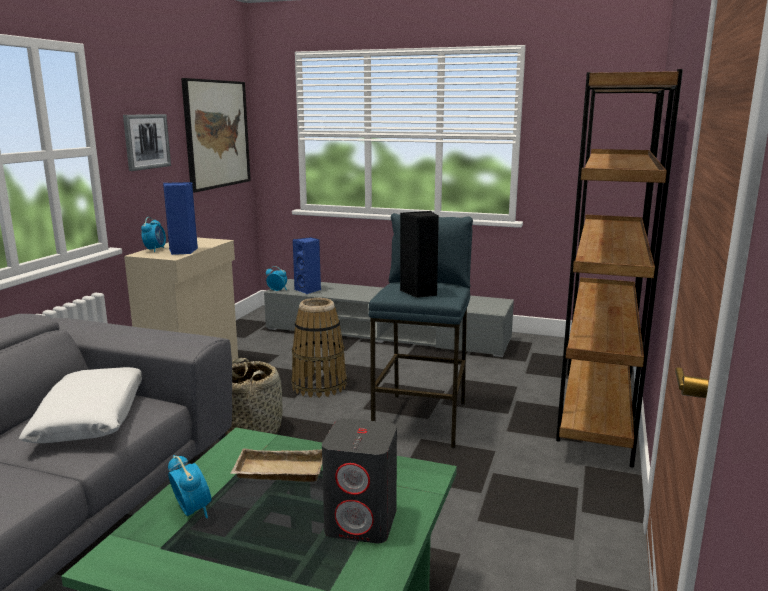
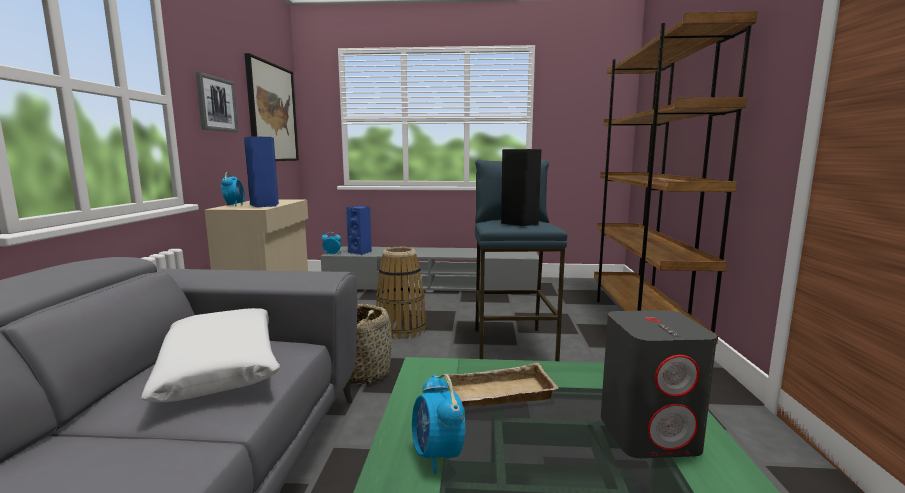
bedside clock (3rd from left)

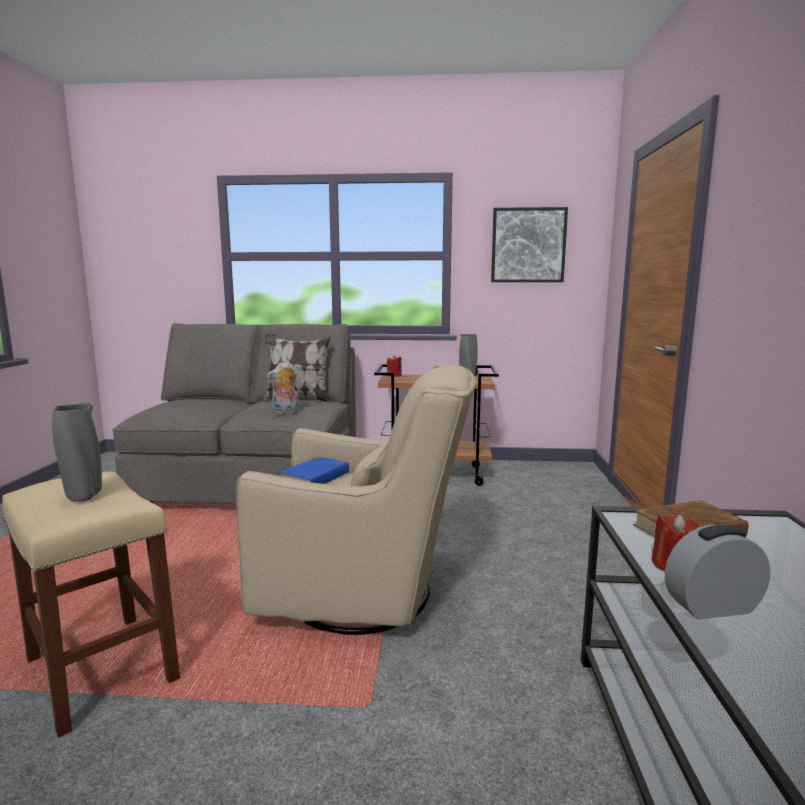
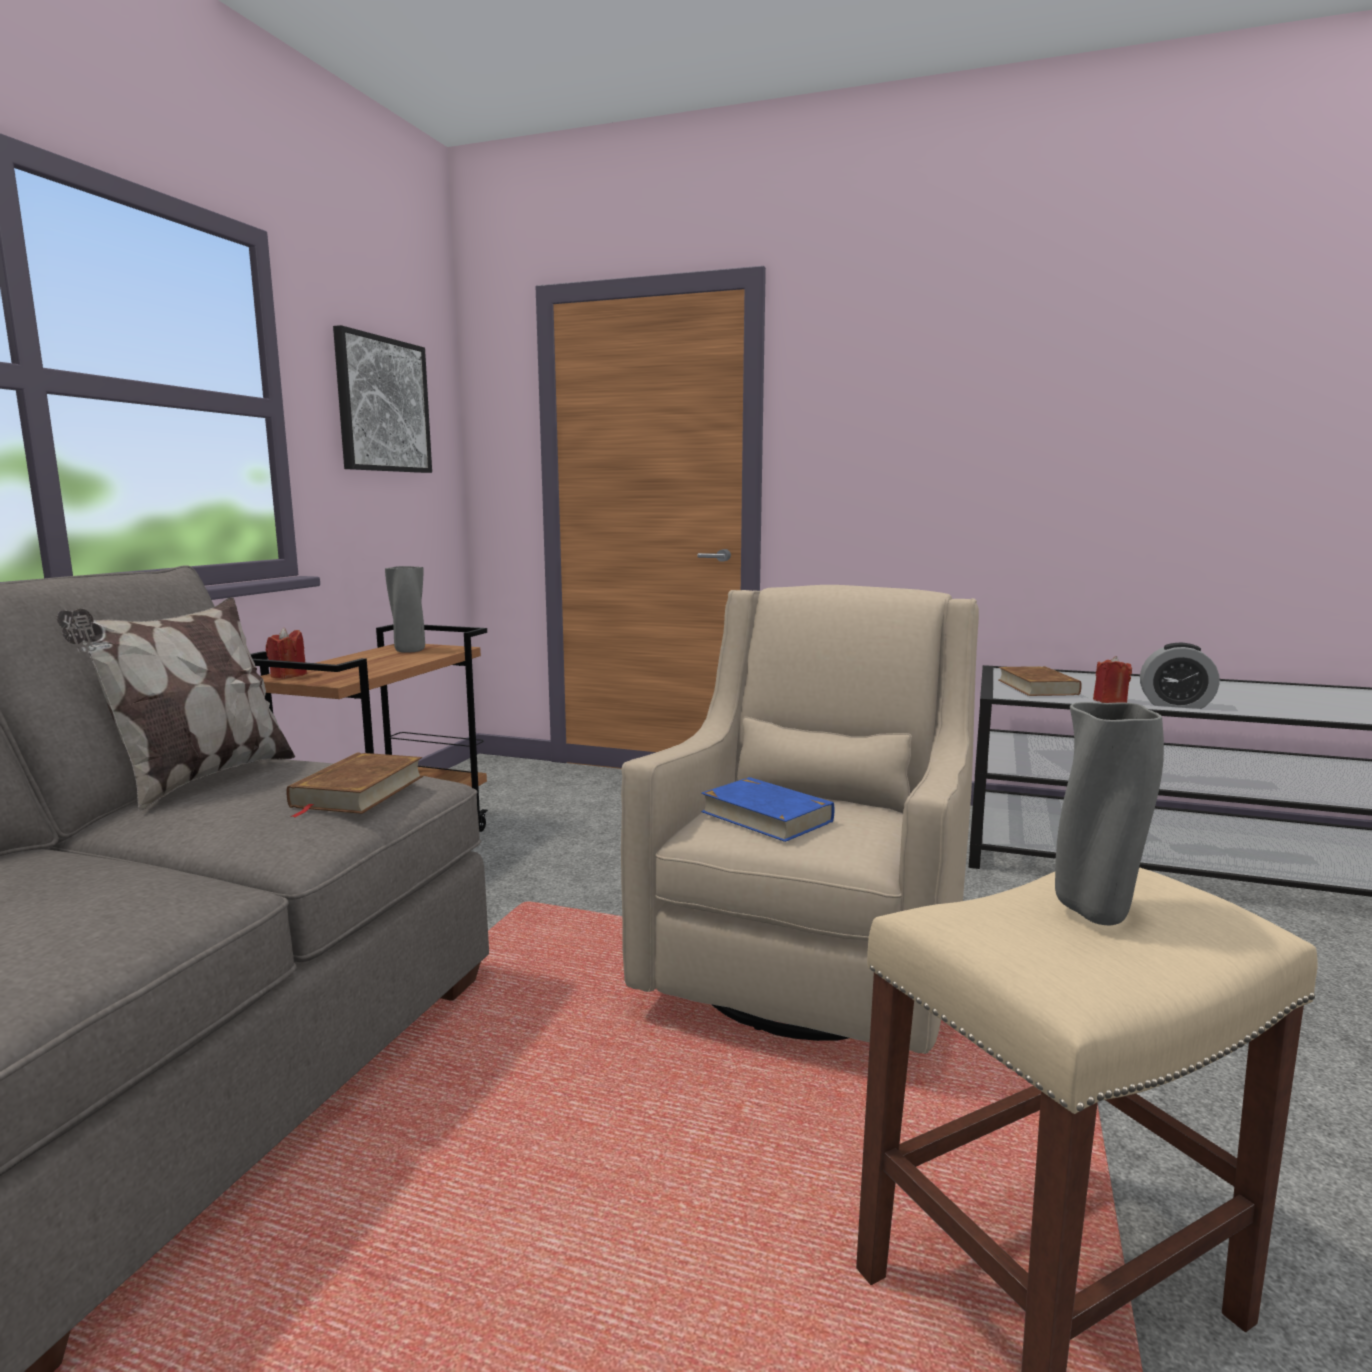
brown volume (1st from left)
bedside clock

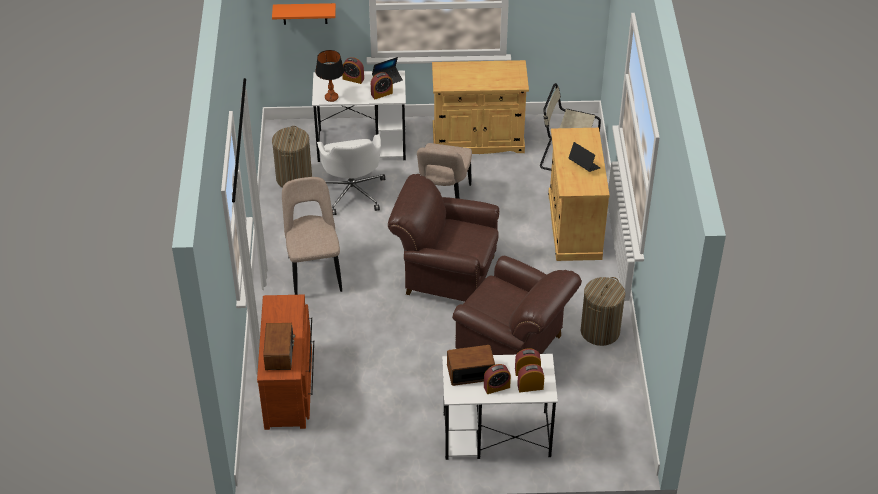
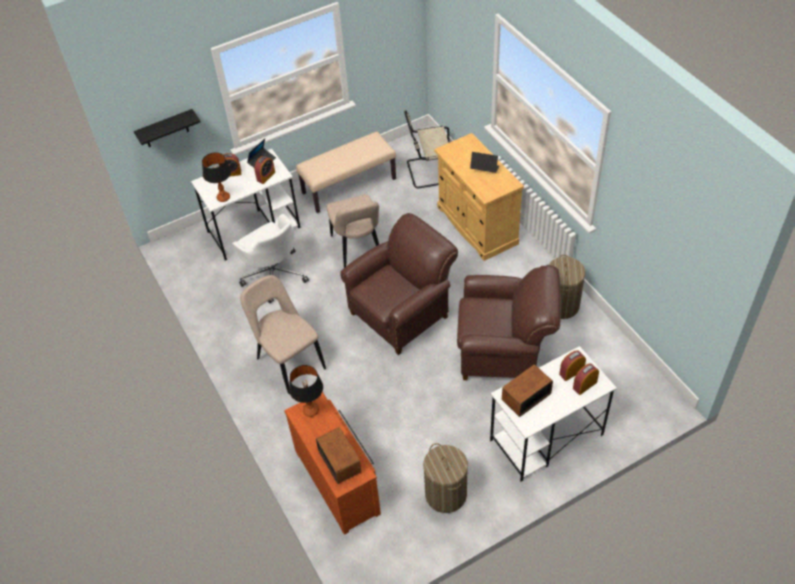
blackish shelf
beige-coloured long seat
hamper (1st from left)
brown armchair (1st from left)
bedside clock (3rd from left in the first image)
lamp for a table (2nd from left)

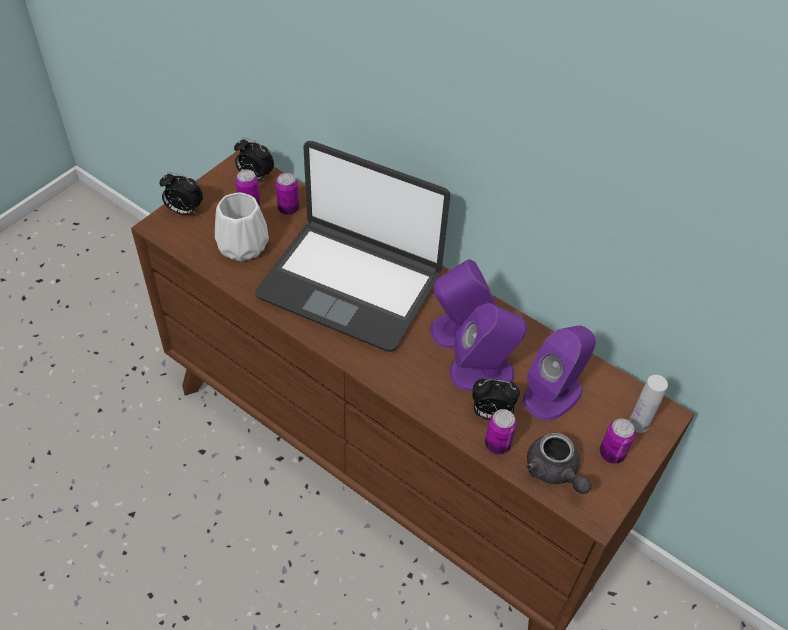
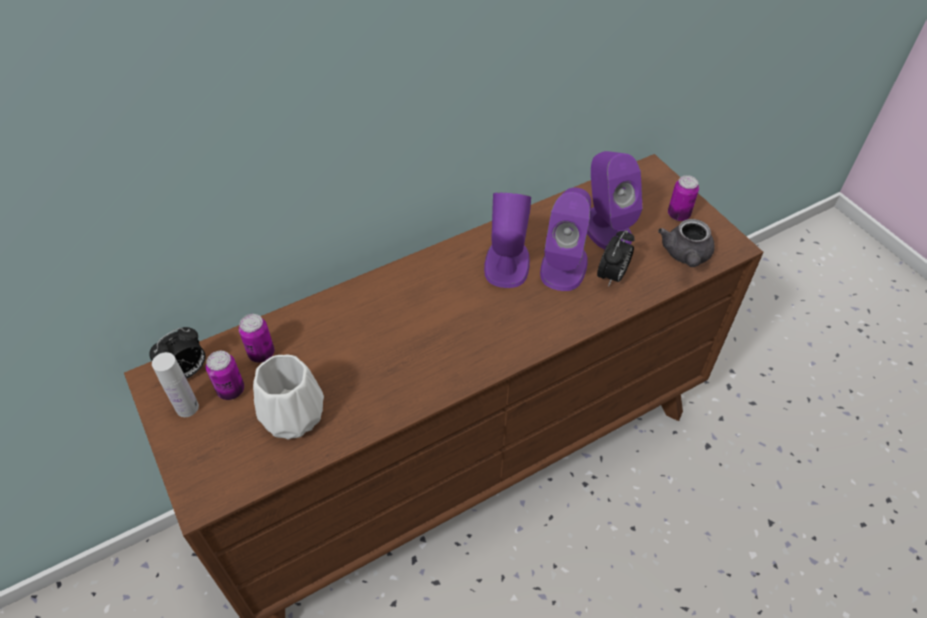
laptop
bedside clock (1st from left in the first image)
white-coloured bottle
sealed can (3rd from left in the first image)
greyish teapot

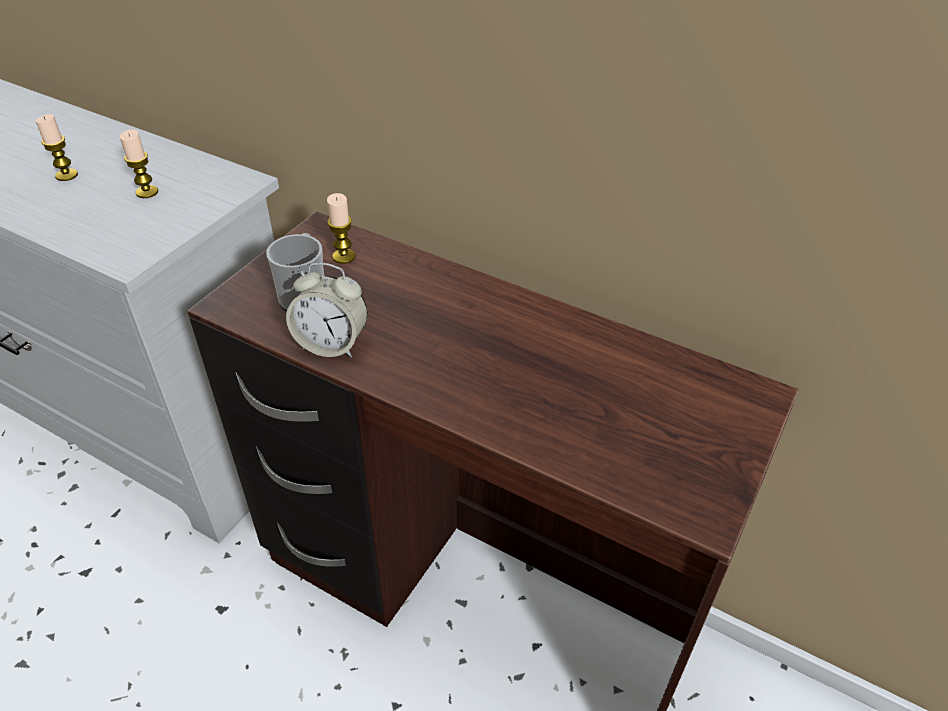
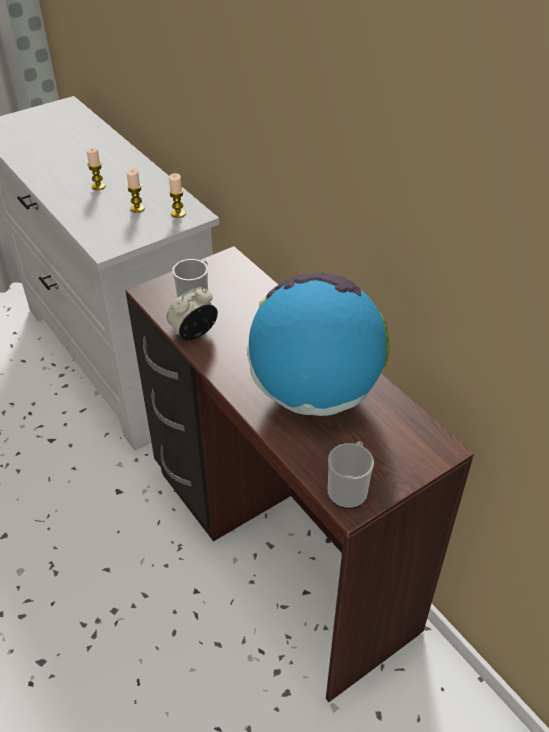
wax light (3rd from left)
bedside clock
desk globe
mug (2nd from left)

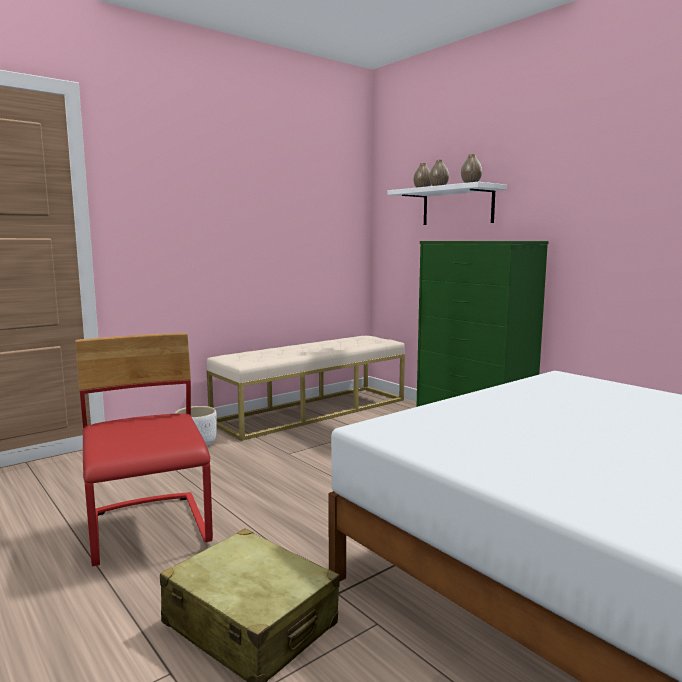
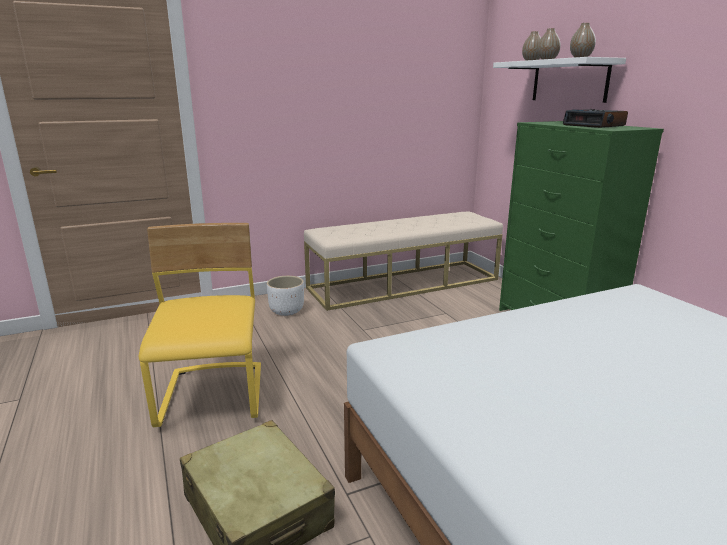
yellowish chair
bedside clock

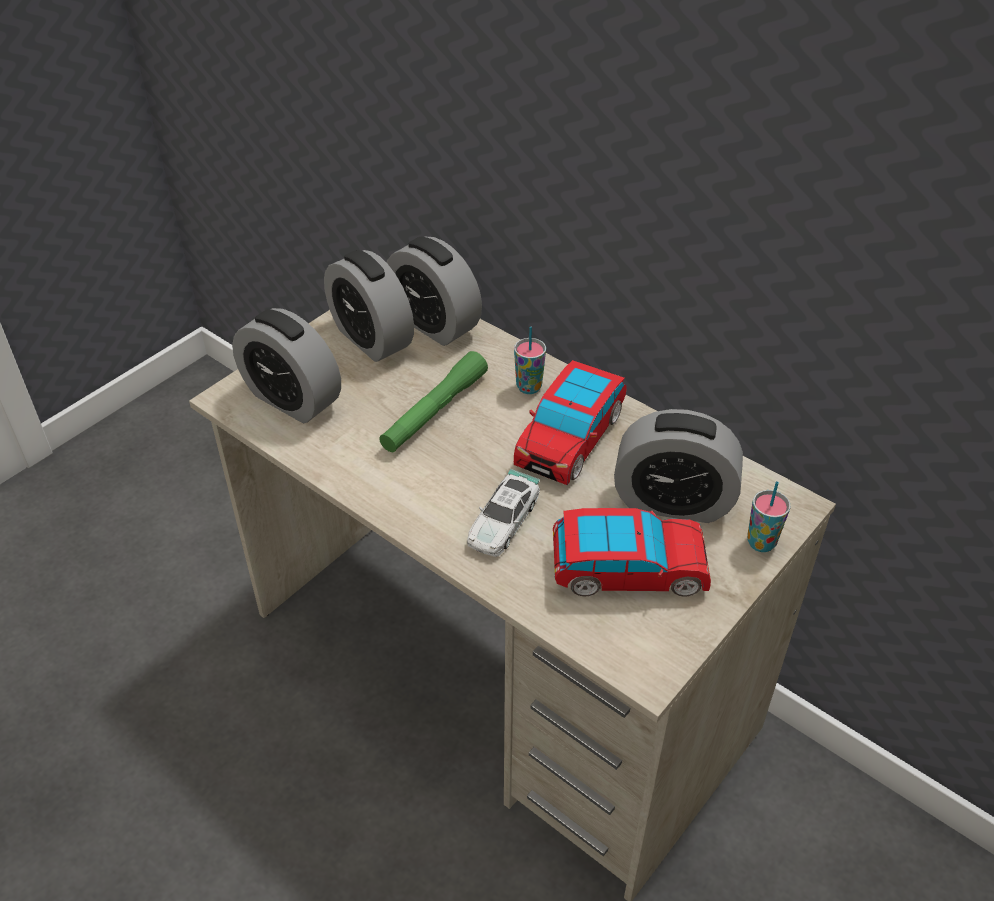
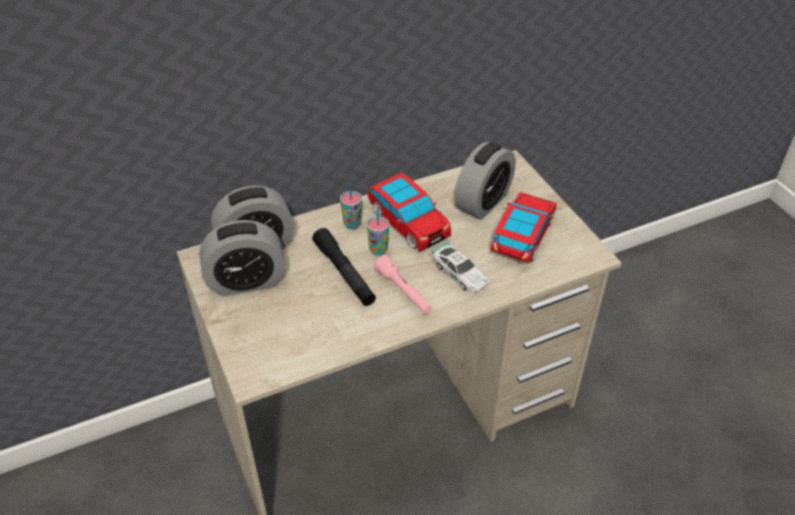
bedside clock (1st from left in the first image)
blackish torch
cup (2nd from left)
pink-coloured torch

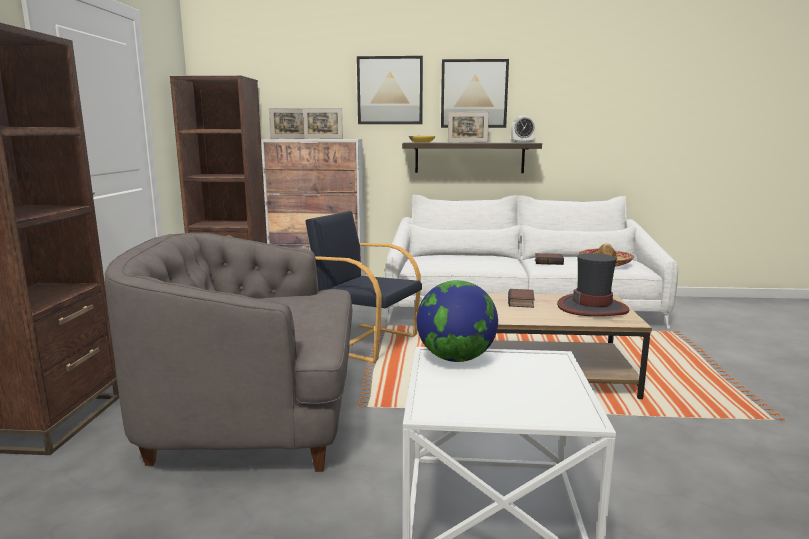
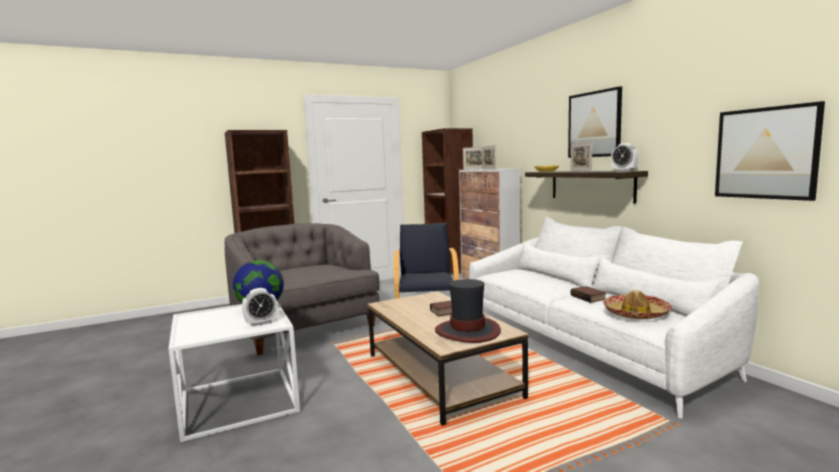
picture (2nd from left)
bedside clock (1st from left)

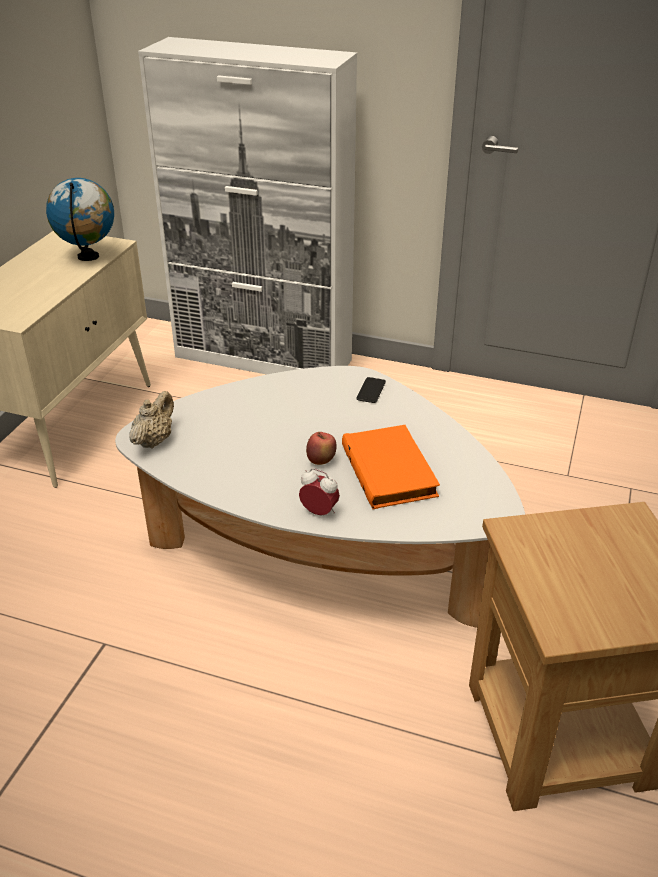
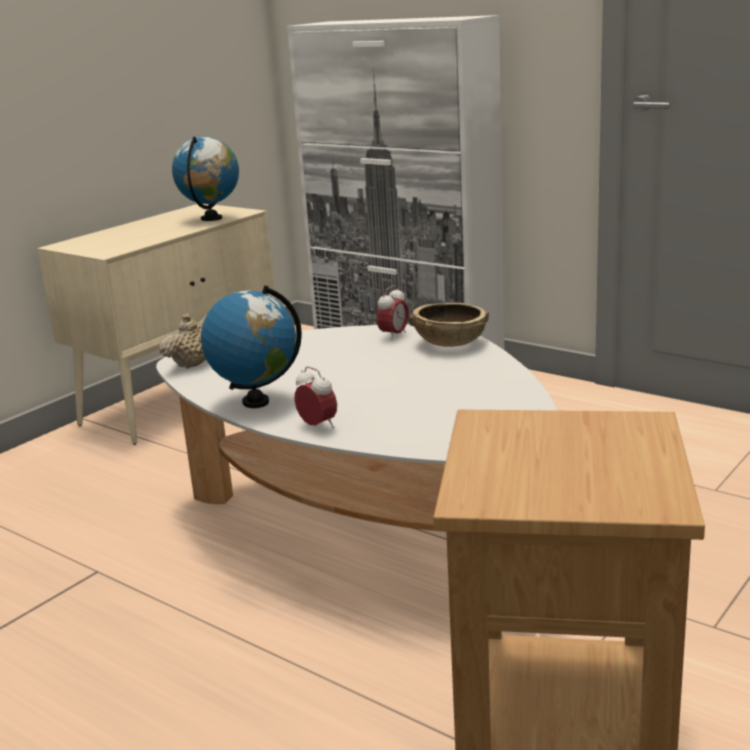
brown deep dish
orange-coloured volume
whole apple
desk globe (2nd from left)
bedside clock (2nd from left)

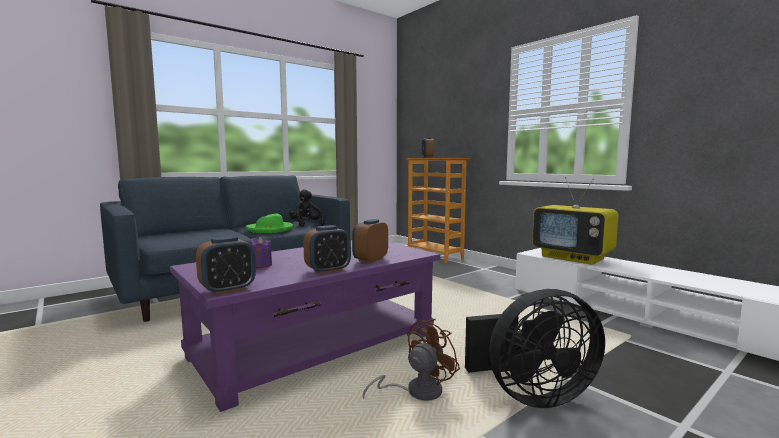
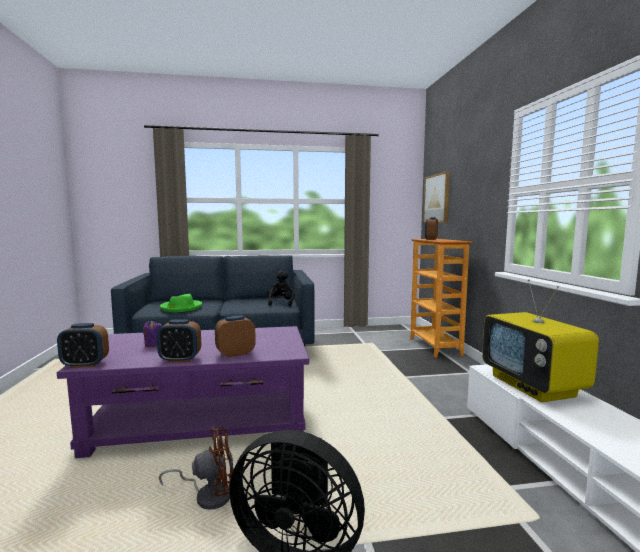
greenish wearable hat
picture

